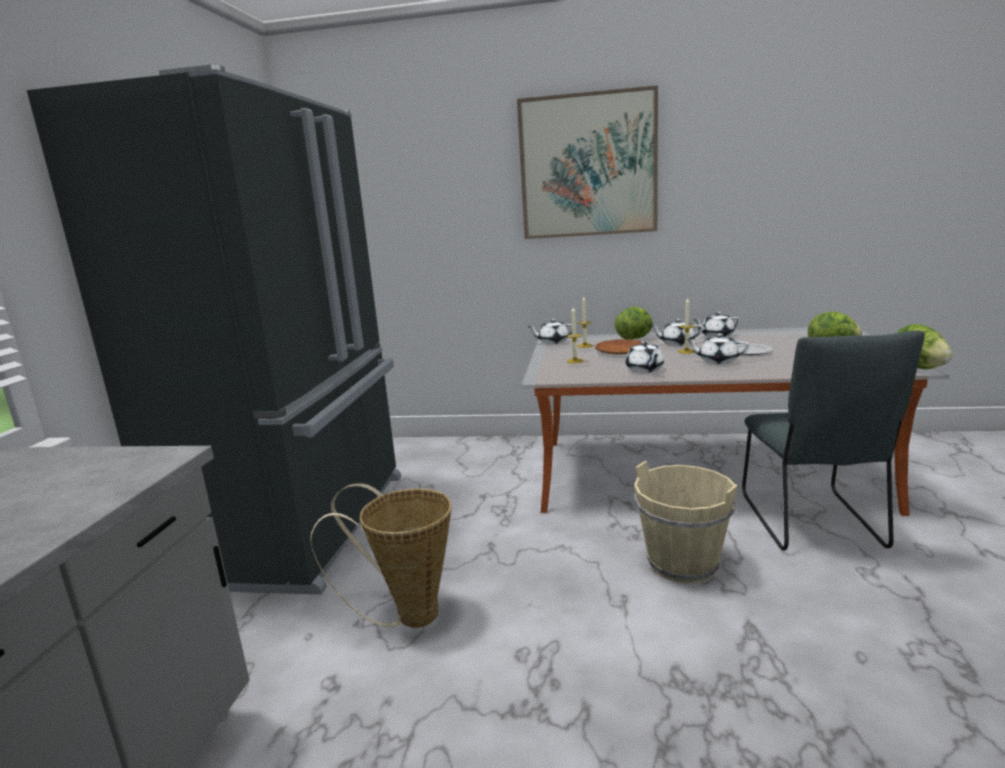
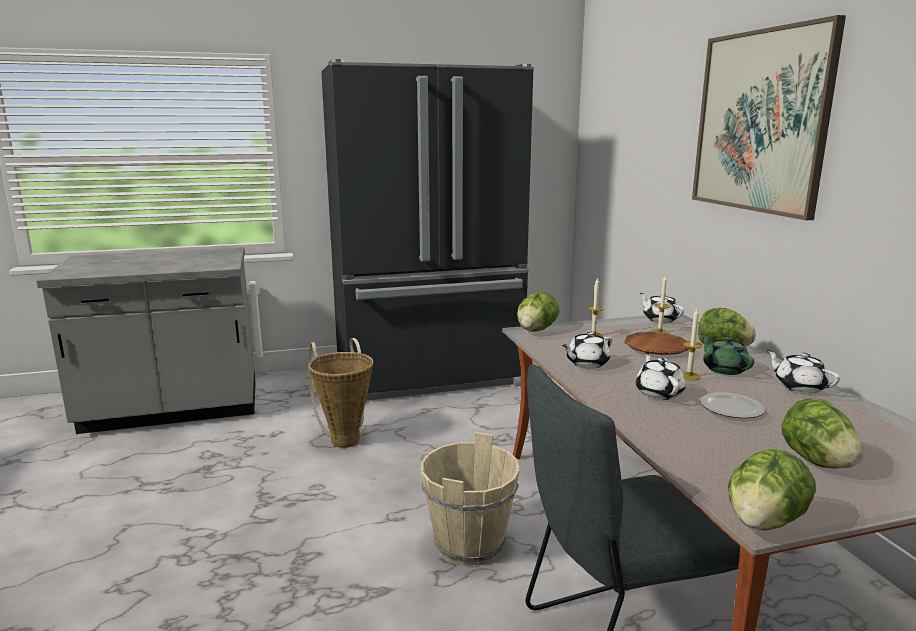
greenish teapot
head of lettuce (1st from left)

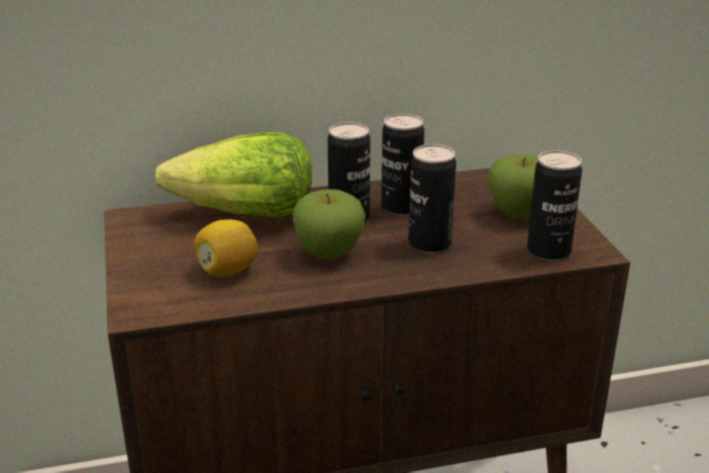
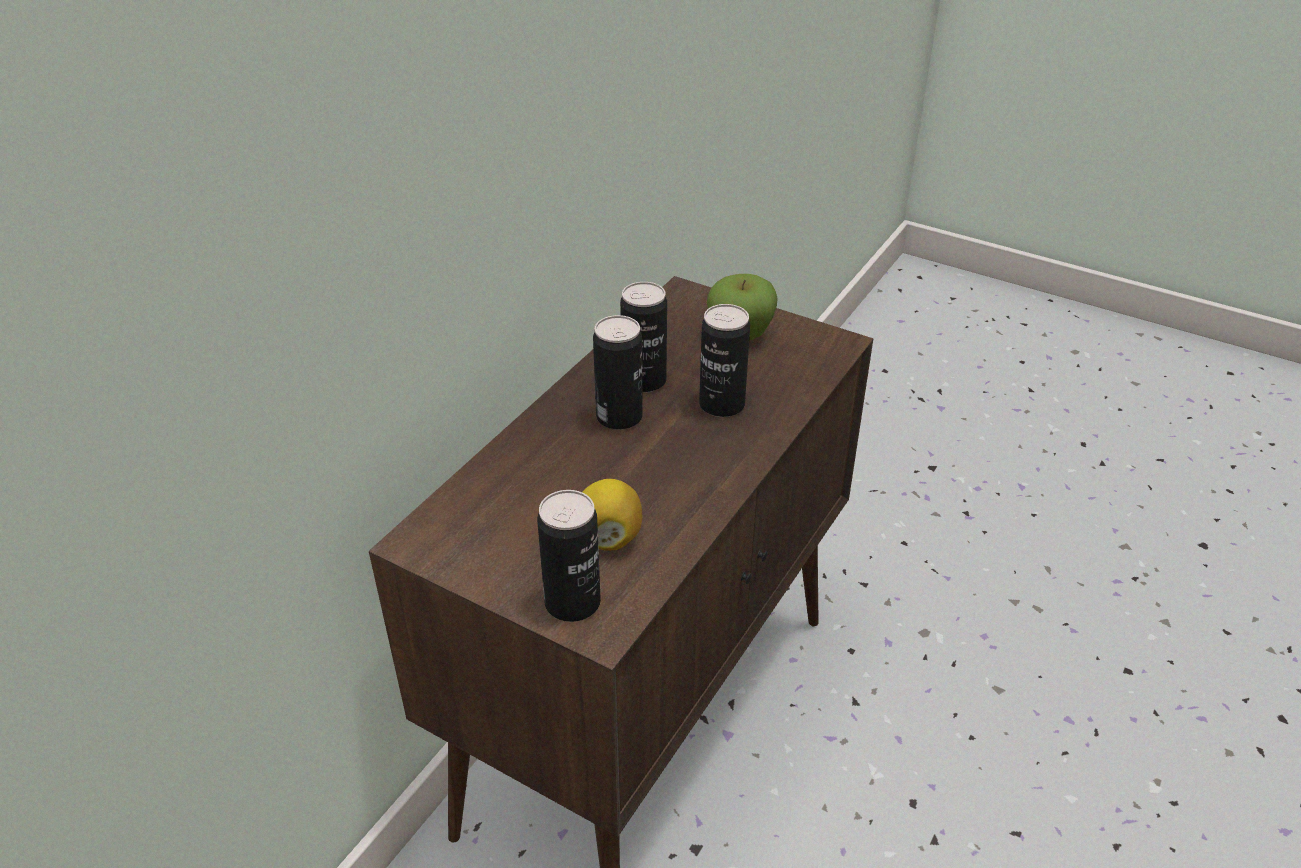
head of lettuce
sealed can (1st from left)
whole apple (1st from left in the first image)

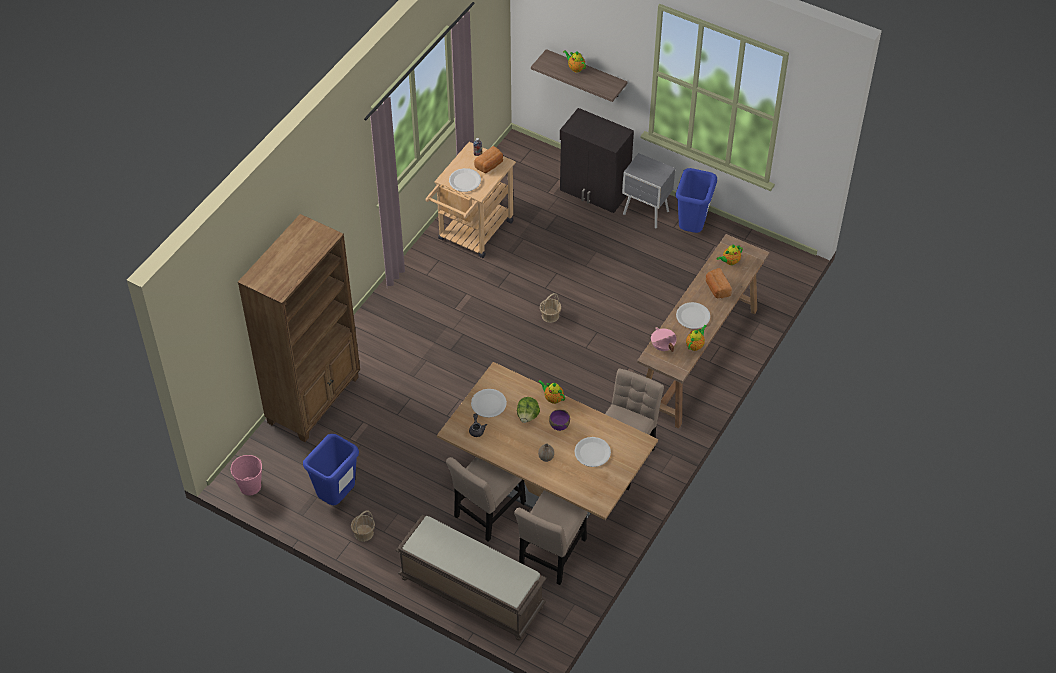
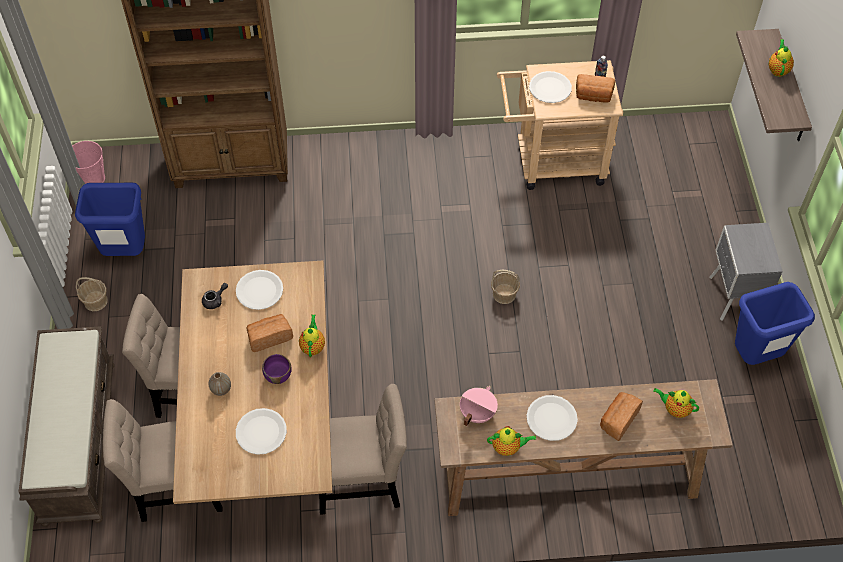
blackish storage cabinet
baked bread (1st from left)

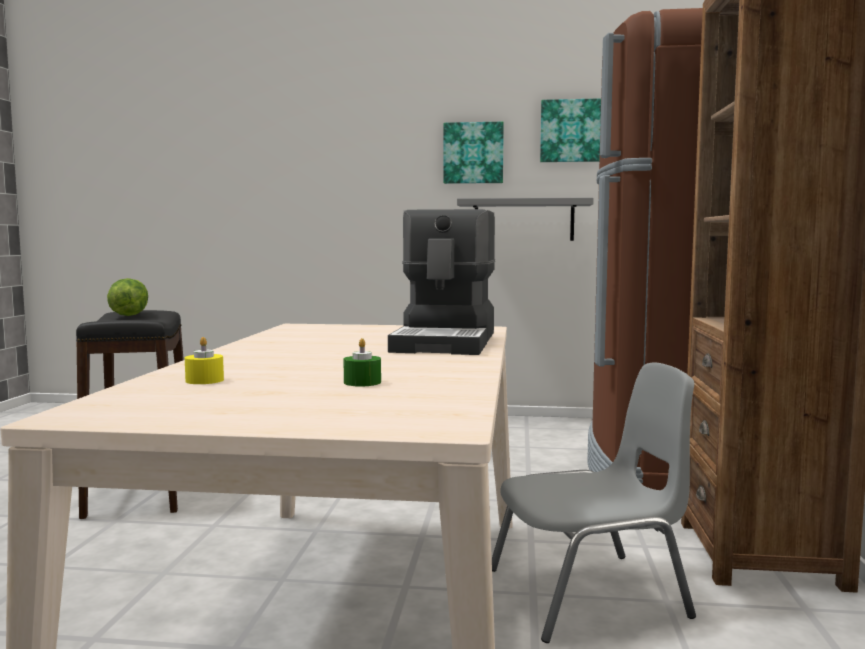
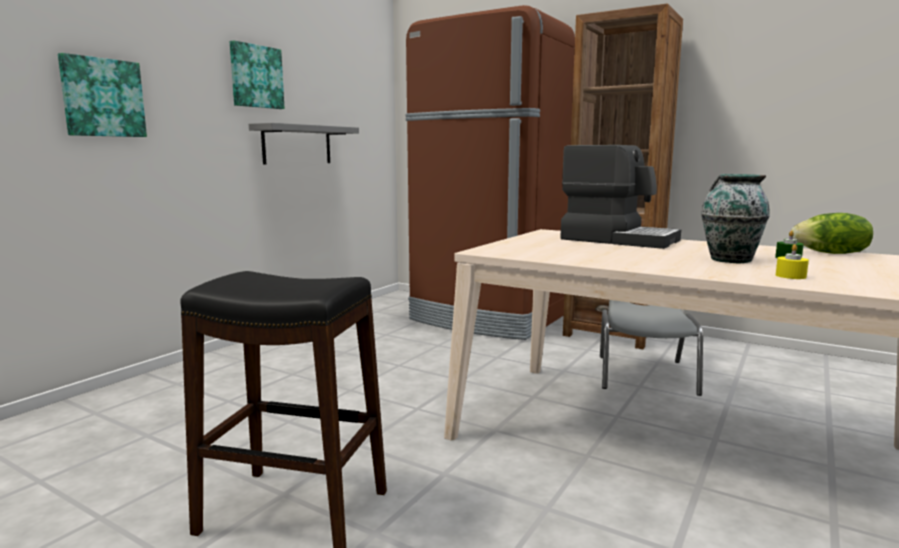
picture (1st from left)
head of lettuce
vase

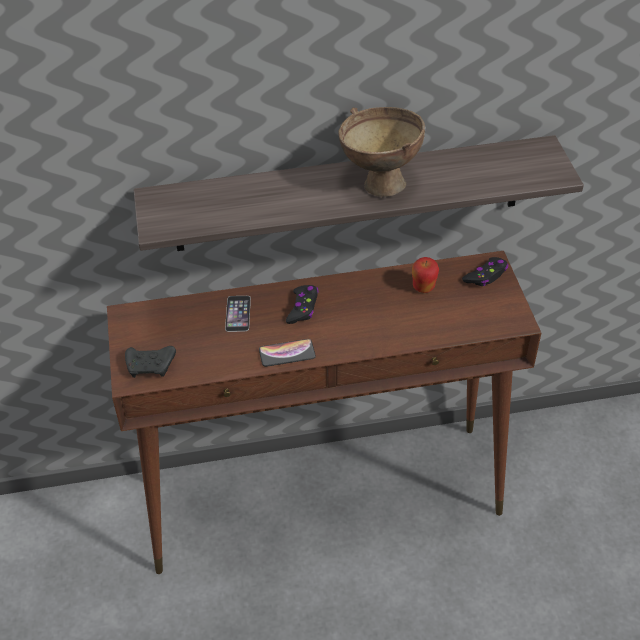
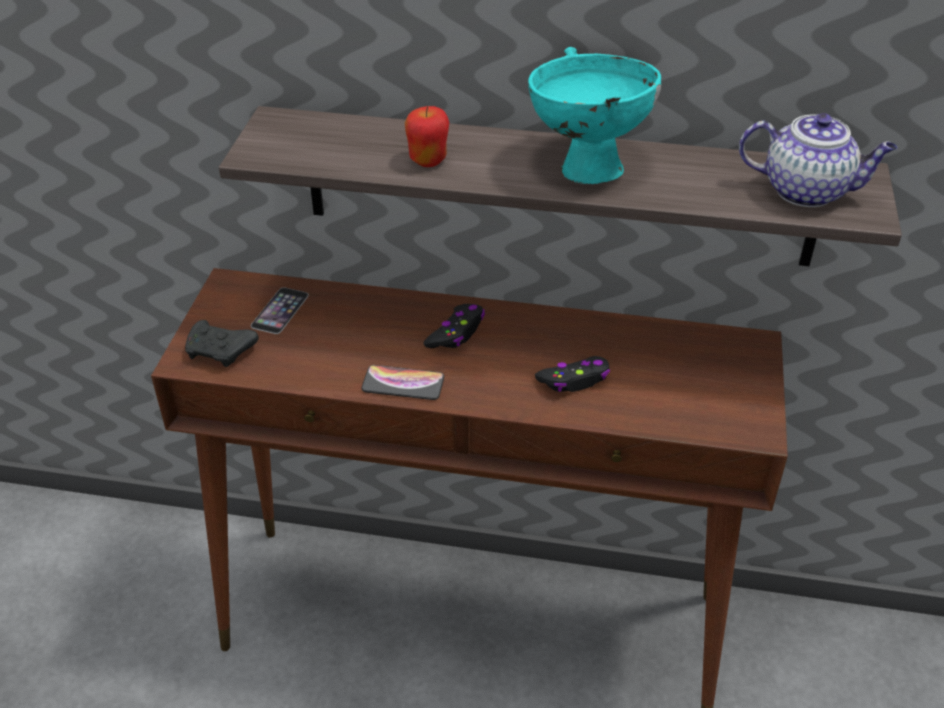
blue-green deep dish
whole apple
blackish joypad (3rd from left)
phone (1st from left)
teapot

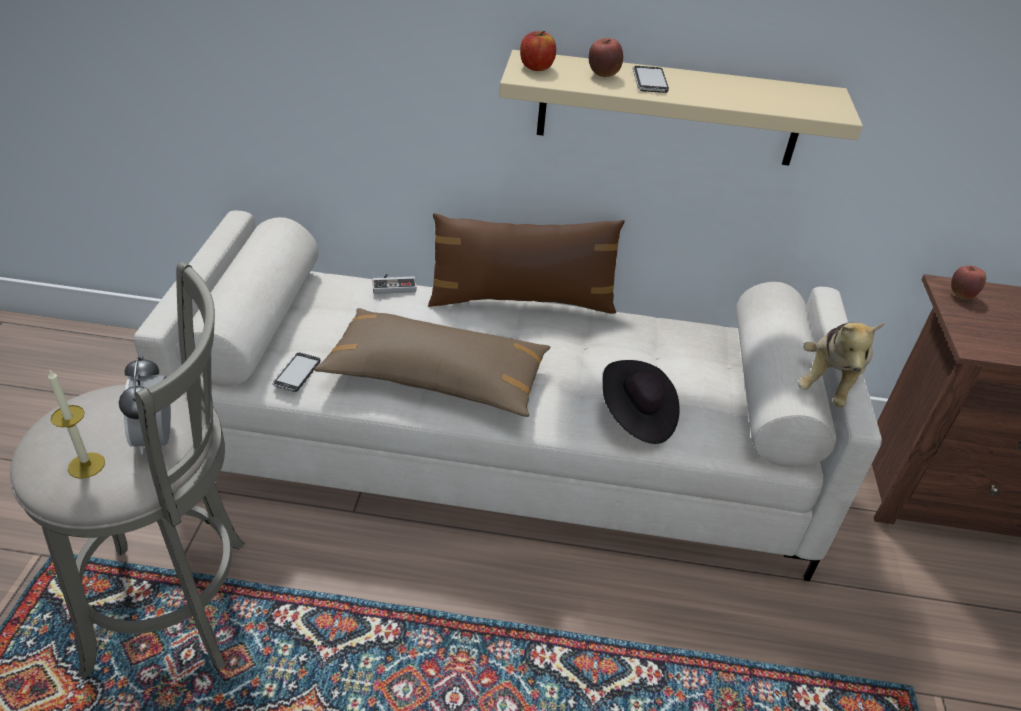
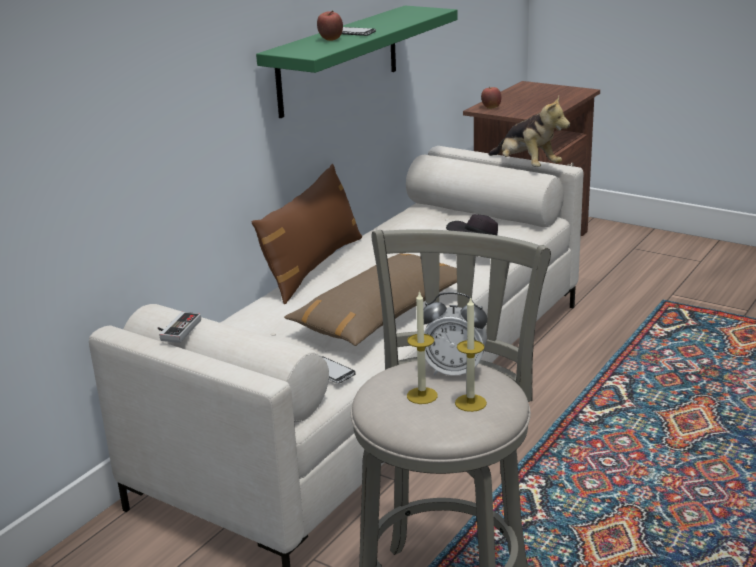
whole apple (1st from left in the first image)
greenish shelf
joypad
wax light (1st from left)

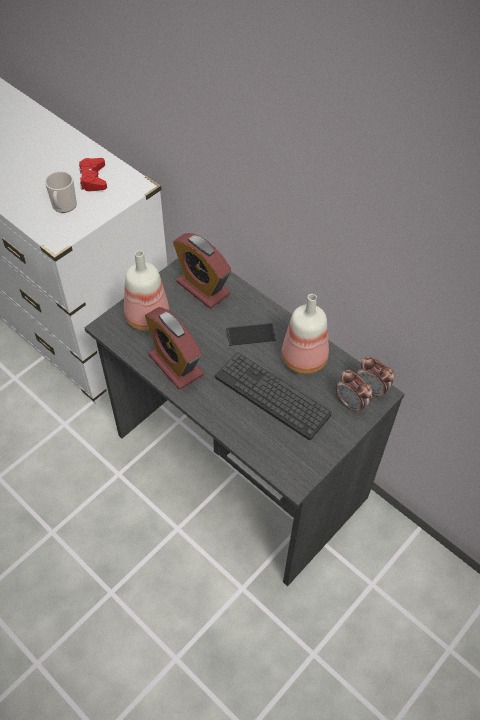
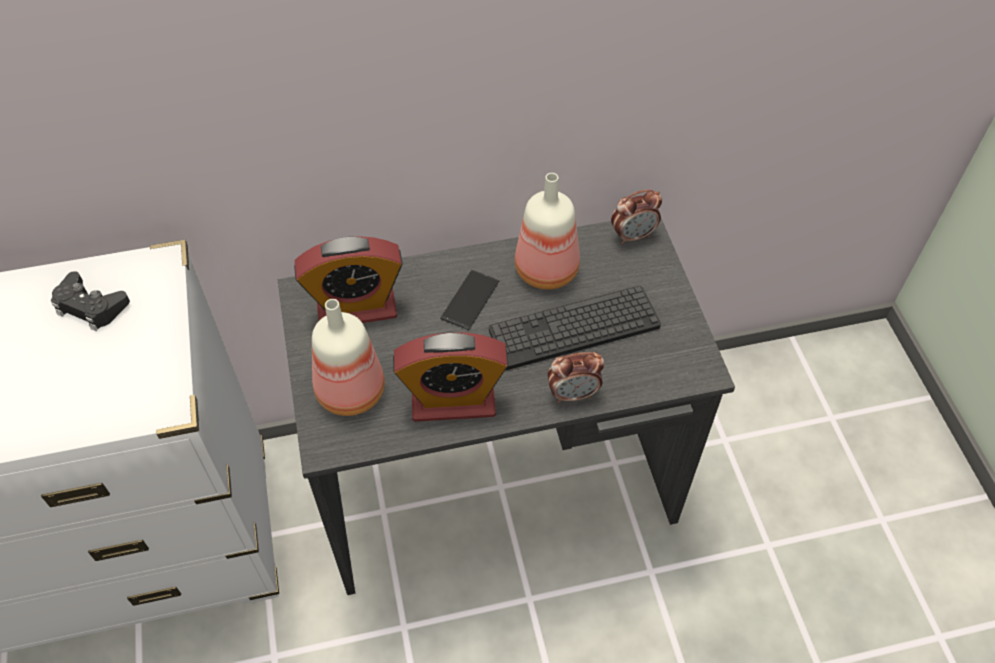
blackish joypad
mug
bedside clock (3rd from left)

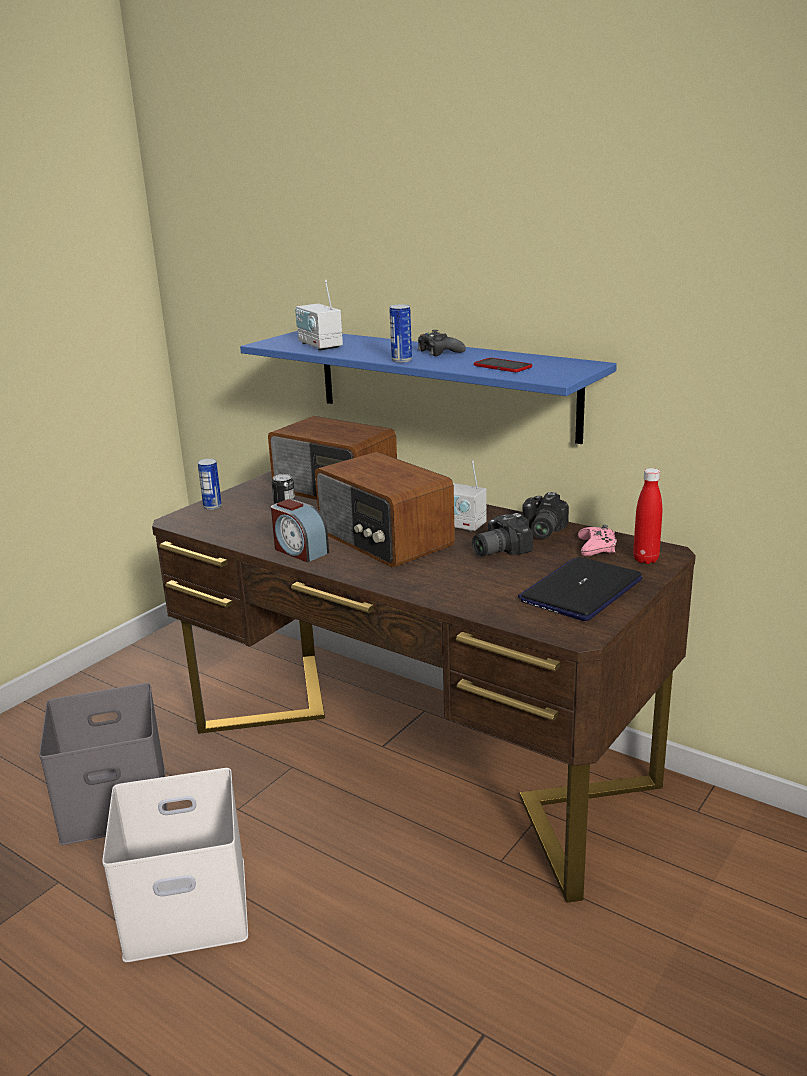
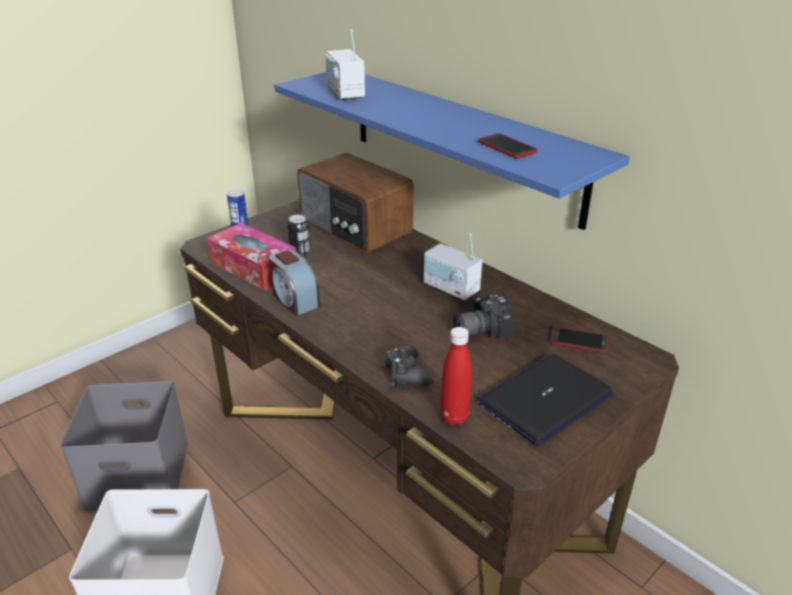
sealed can (3rd from left in the first image)
blackish joypad
radio (3rd from left in the first image)
reddish bottle
photo camera (2nd from left in the first image)
phone (2nd from left)
box of tissues

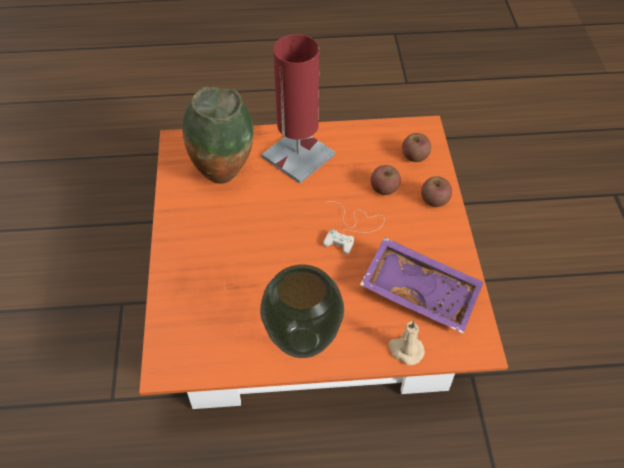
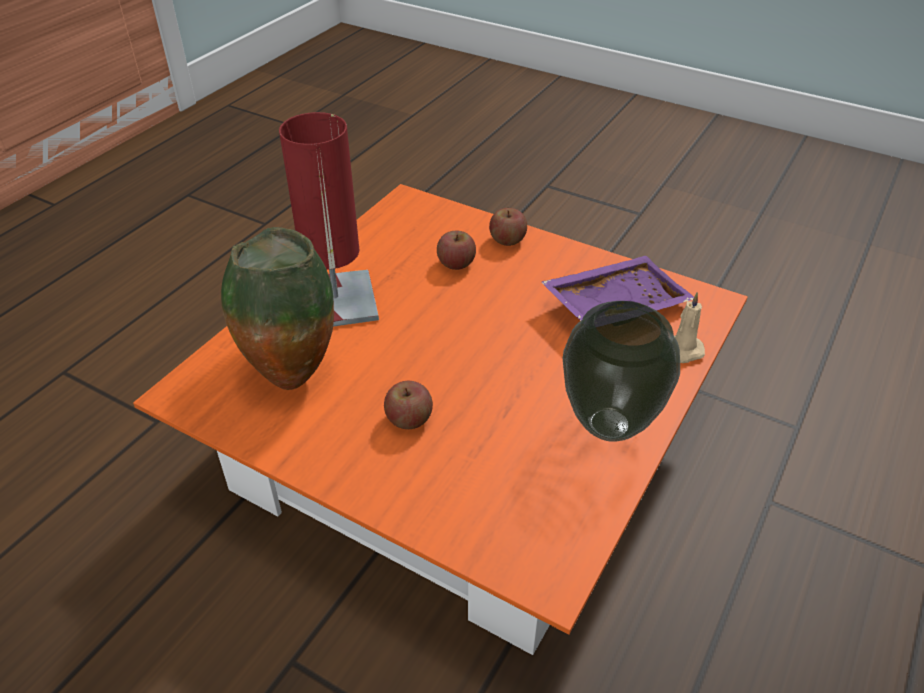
whole apple (1st from left)
white-coloured joypad

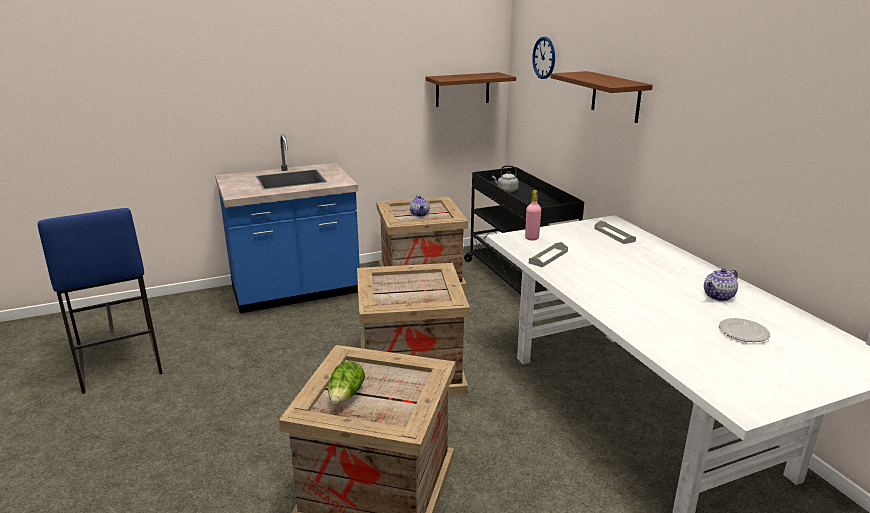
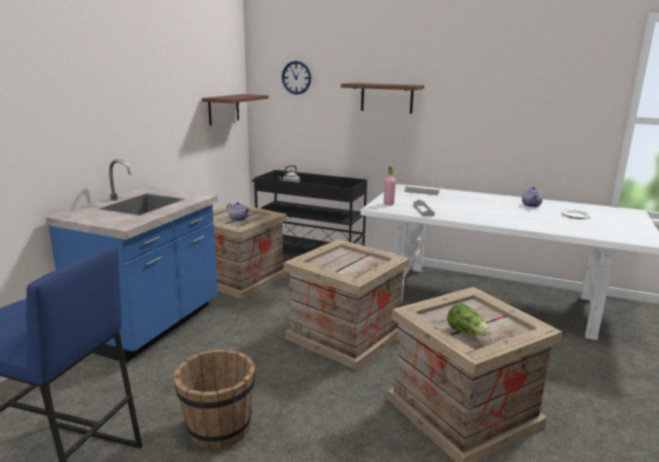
brown water bucket

